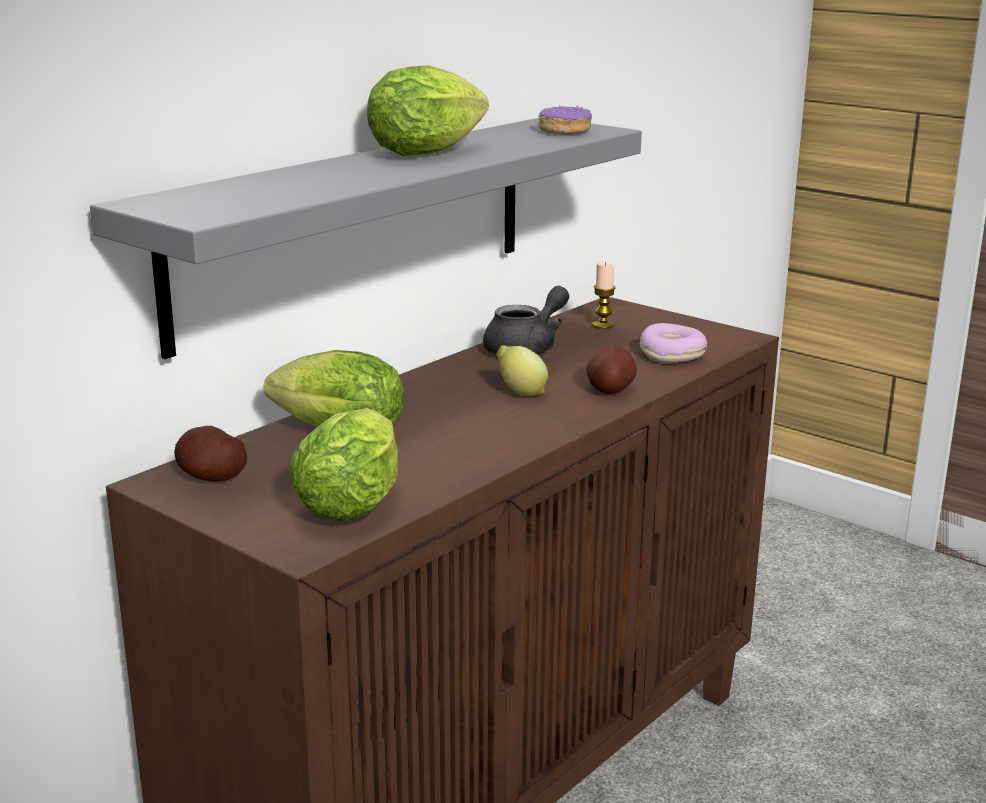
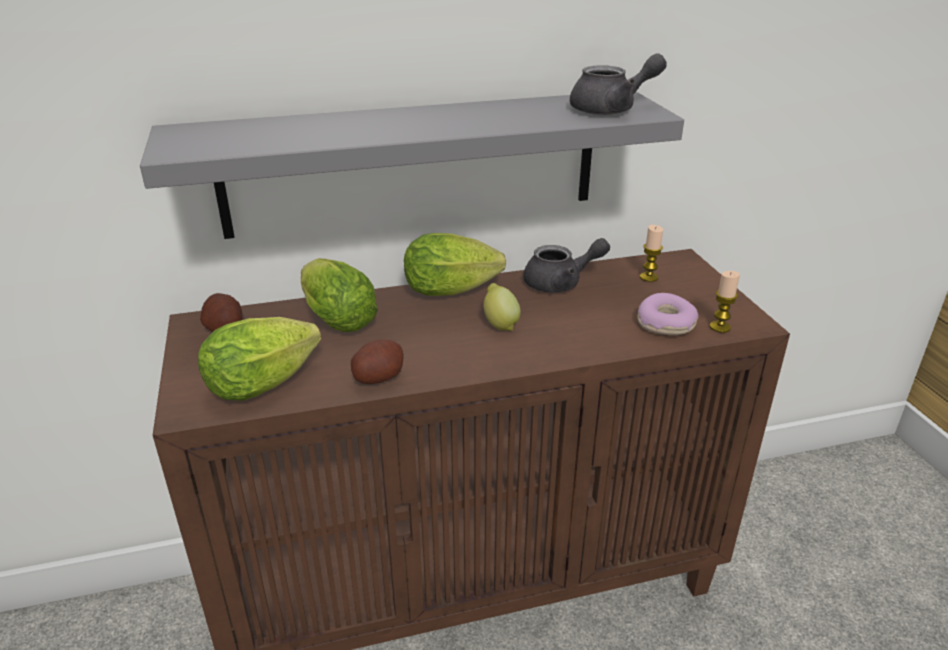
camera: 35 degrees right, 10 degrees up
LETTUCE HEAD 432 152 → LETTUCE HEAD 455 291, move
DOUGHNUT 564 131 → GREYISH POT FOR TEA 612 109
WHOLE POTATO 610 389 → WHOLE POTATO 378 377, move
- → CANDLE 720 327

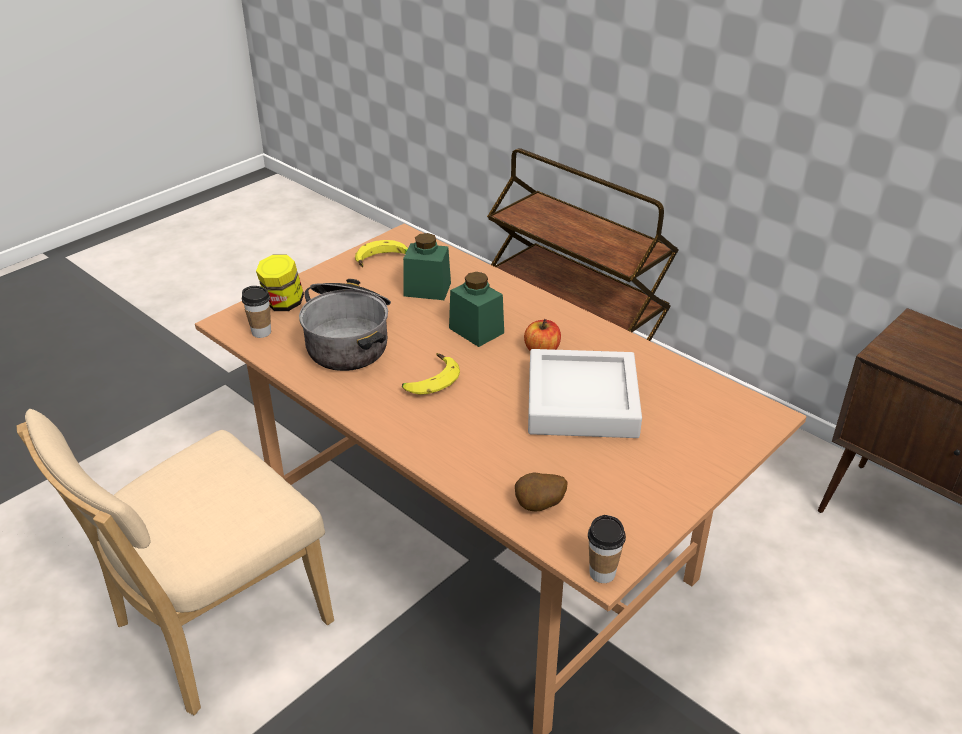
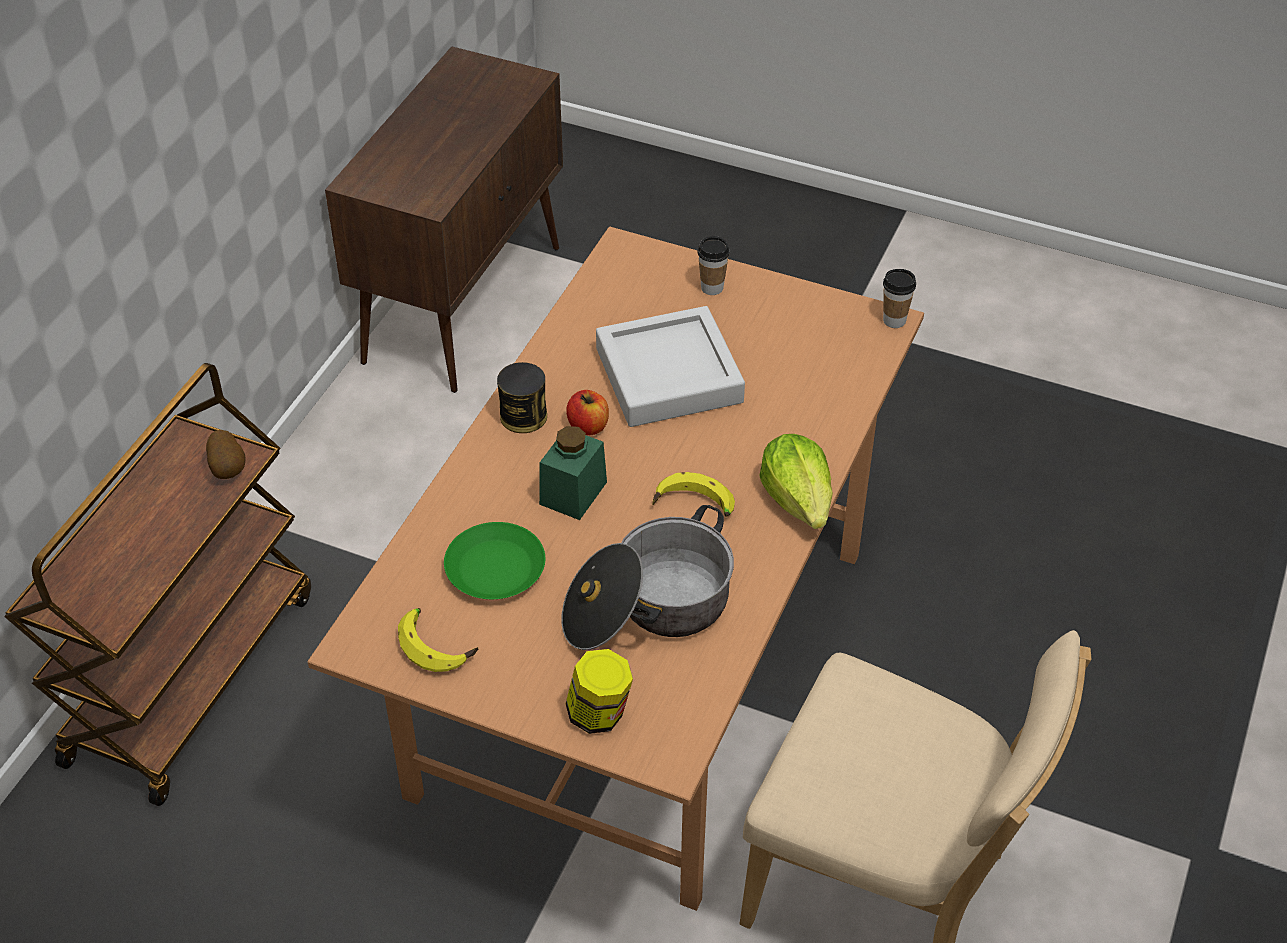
camera: 110 degrees left, 10 degrees up
DRINKING CUP 261 332 → DRINKING CUP 712 288, move
GREEN JAR 427 289 → GREEN PLATE 496 569
WHOLE POTATO 539 507 → WHOLE POTATO 229 469, move
- → CAN 523 416
- → LETTUCE HEAD 799 500

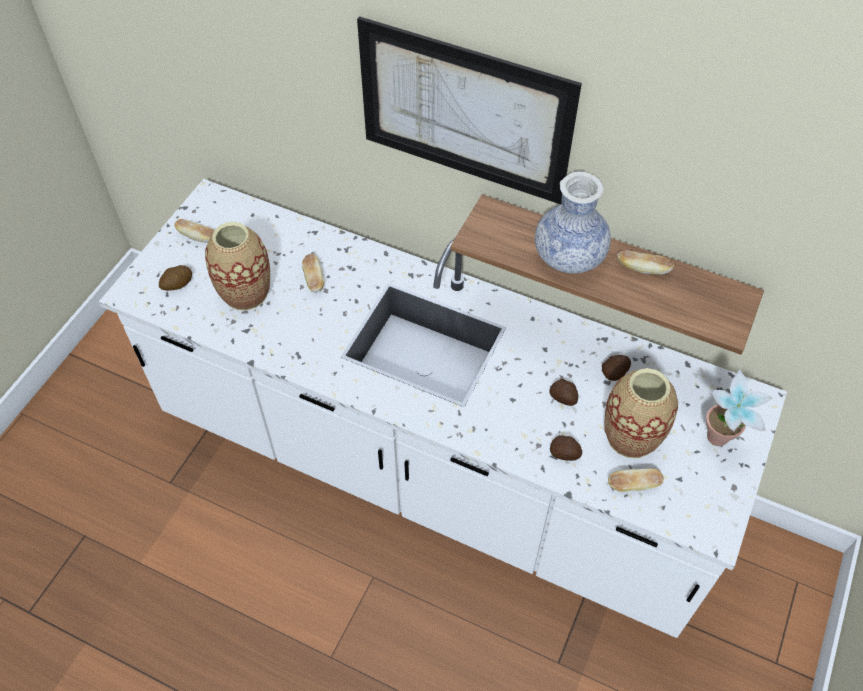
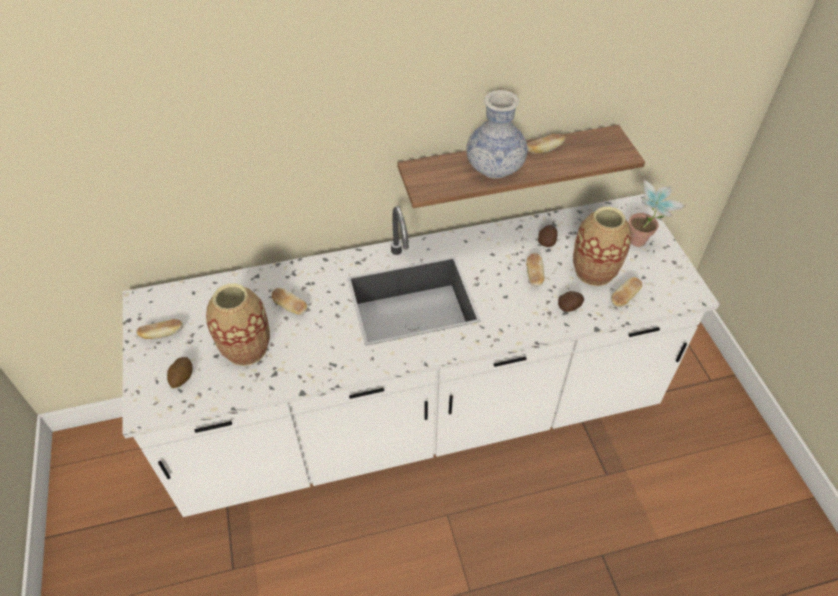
camera: 40 degrees left, 5 degrees down
WALL ART 464 112 → -
WHOLE POTATO 563 398 → BREAD 534 275

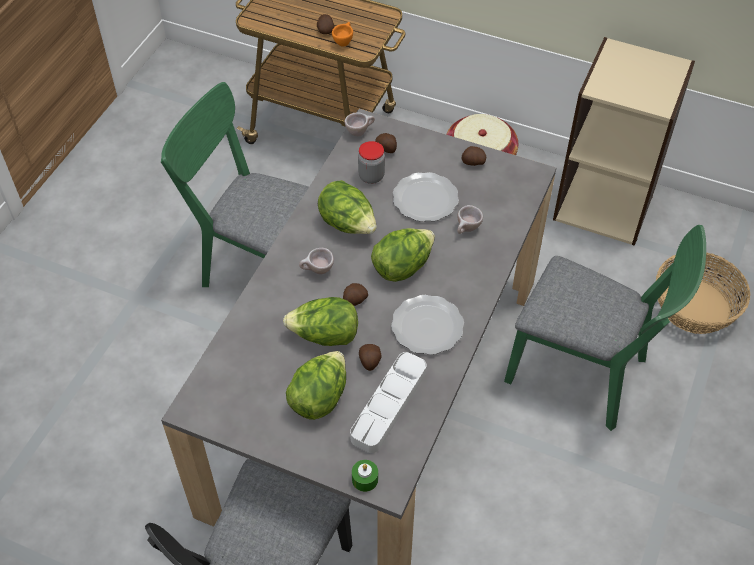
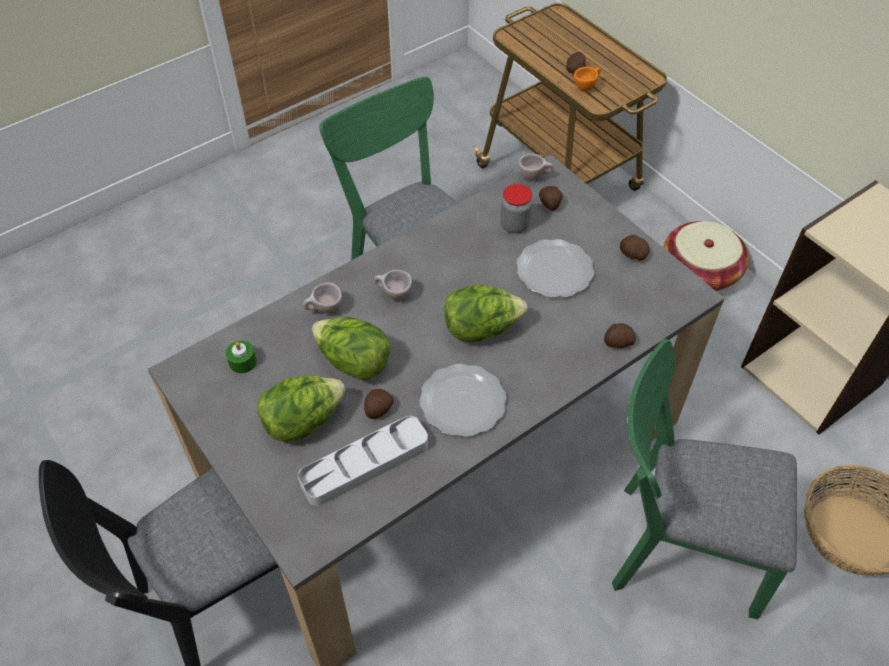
camera: 30 degrees right, 0 degrees up
LETTUCE HEAD 348 224 → -
WHOLE POTATO 354 300 → WHOLE POTATO 617 343, move
GREEN CANDLE 365 479 → GREEN CANDLE 242 362, move
BEIGE-COLOURED DRINKING CUP 467 230 → BEIGE-COLOURED DRINKING CUP 324 310, move
GREEN UPRIGHT CHAIR 586 375 → GREEN UPRIGHT CHAIR 674 547, 135 degrees clockwise

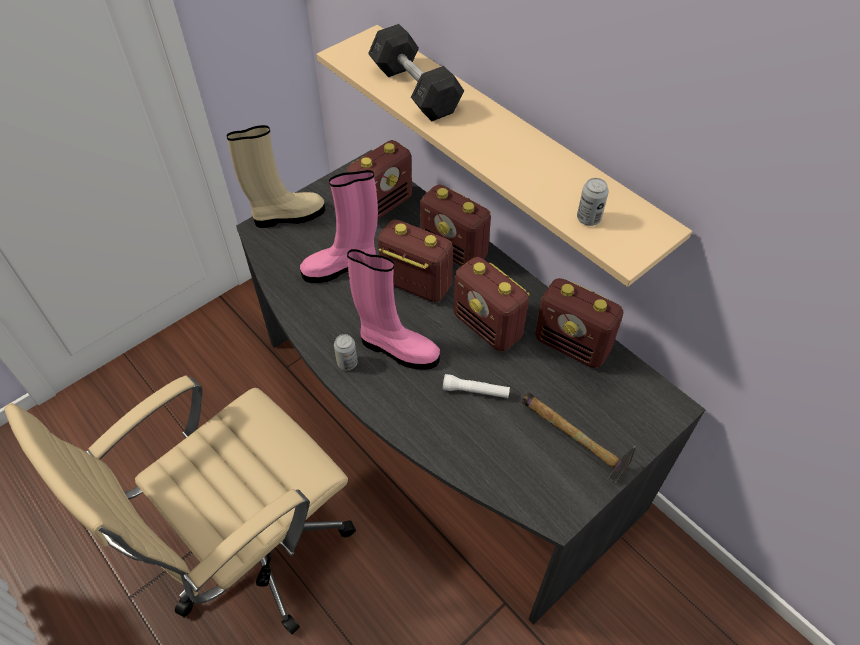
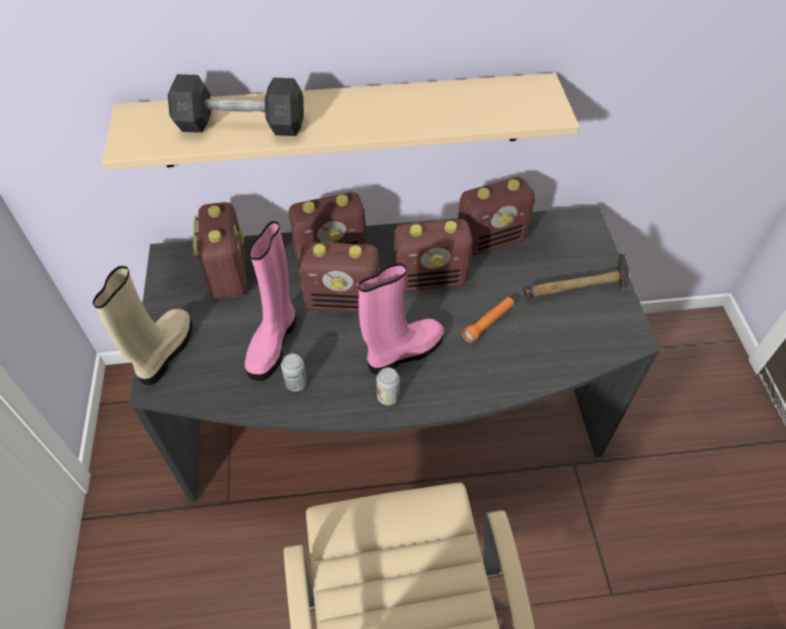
camera: 55 degrees left, 0 degrees up
RADIO RECEIVER 415 284 → RADIO RECEIVER 343 301, 150 degrees counterclockwise
WHITE-COLOURED FLASHLIGHT 476 391 → ORANGE FLASHLIGHT 488 323
CAN 588 219 → CAN 296 383, move

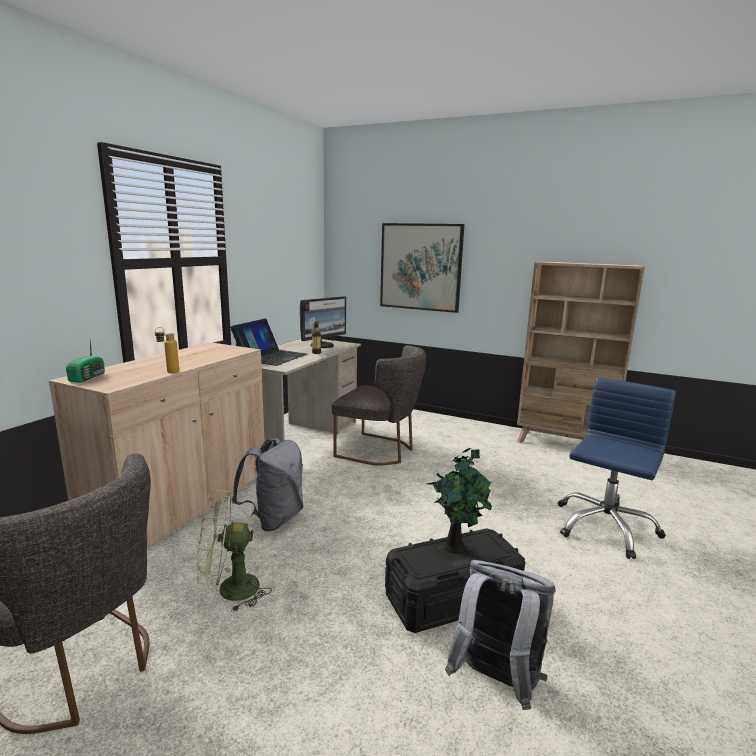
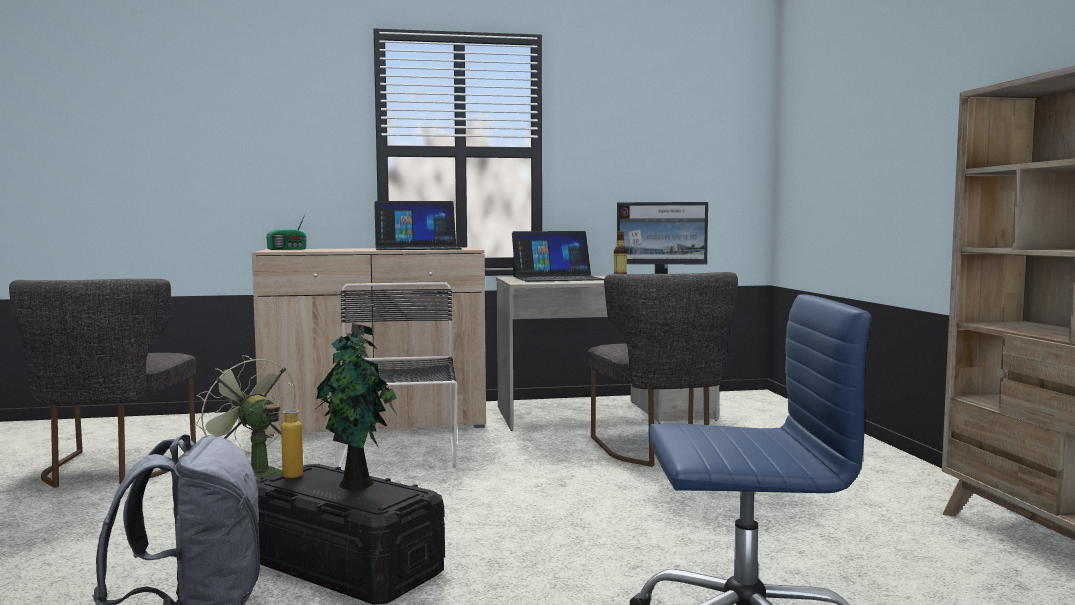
camera: 55 degrees right, 10 degrees down
BOTTLE 168 372 → BOTTLE 284 475, move
GREYISH RUCKSACK 274 519 → BLACK-COLOURED UPRIGHT CHAIR 398 455
WALL ART 420 267 → -
- → LAPTOP 417 248

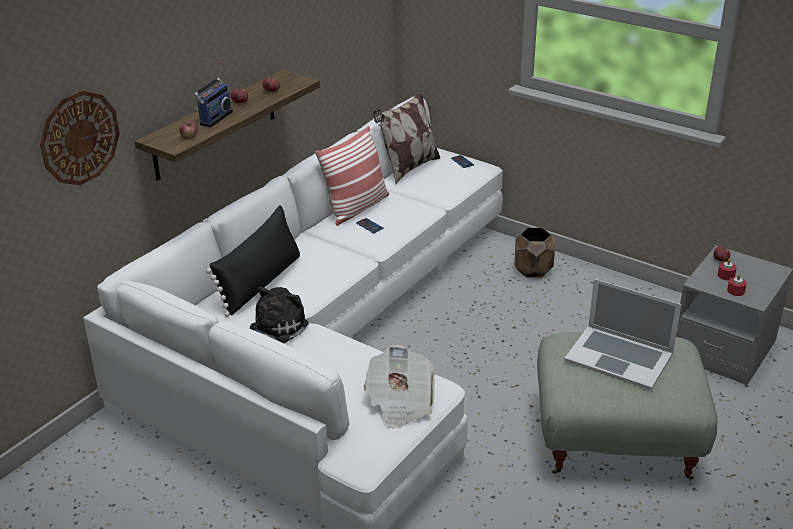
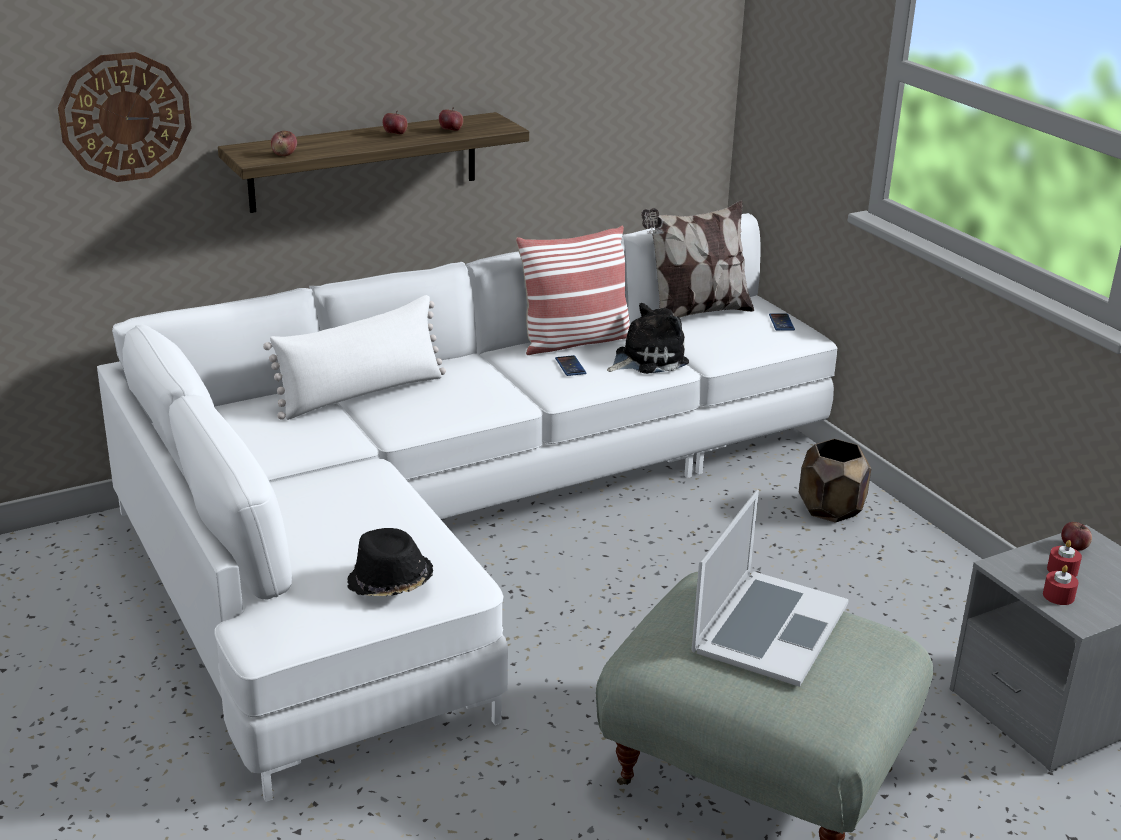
camera: 25 degrees right, 5 degrees down
RADIO RECEIVER 214 118 → -
BLACK-COLOURED PILLOW 260 283 → WHITE-COLOURED PILLOW 362 394
PLUSH TOY 275 328 → PLUSH TOY 646 359, move
PRINTED PAPER 400 402 → BLACK-COLOURED HAT 389 583
LAPTOP 619 357 → LAPTOP 769 627, 120 degrees counterclockwise

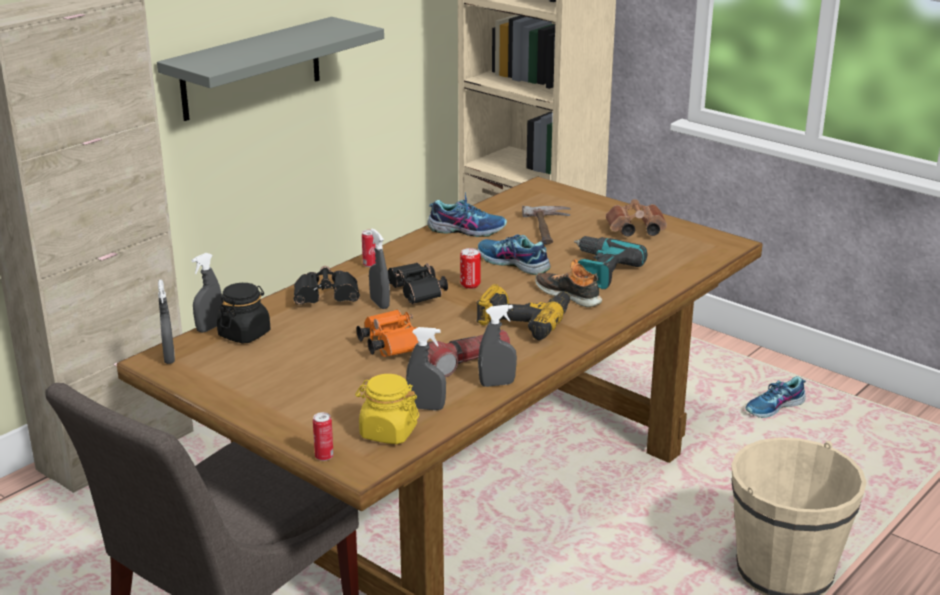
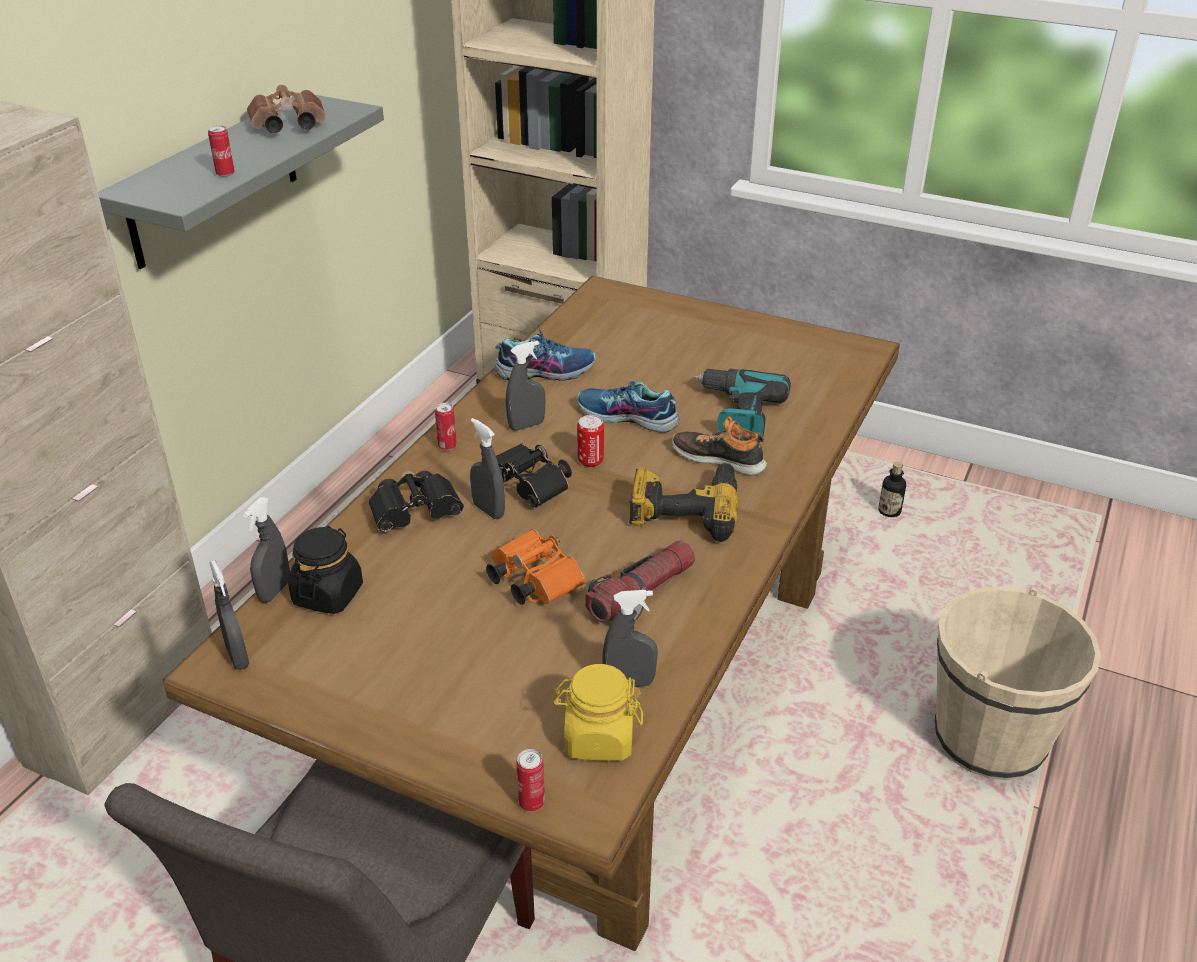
camera: 15 degrees left, 10 degrees up
GREYISH SPRAYER 497 384 → GREYISH SPRAYER 526 425, move
HAND HAMMER 550 229 → -
BROWN BINOCULARS 634 231 → BROWN BINOCULARS 286 127, move
LOW SHOE 775 408 → BOTTLE 889 512
- → CAN 225 174

